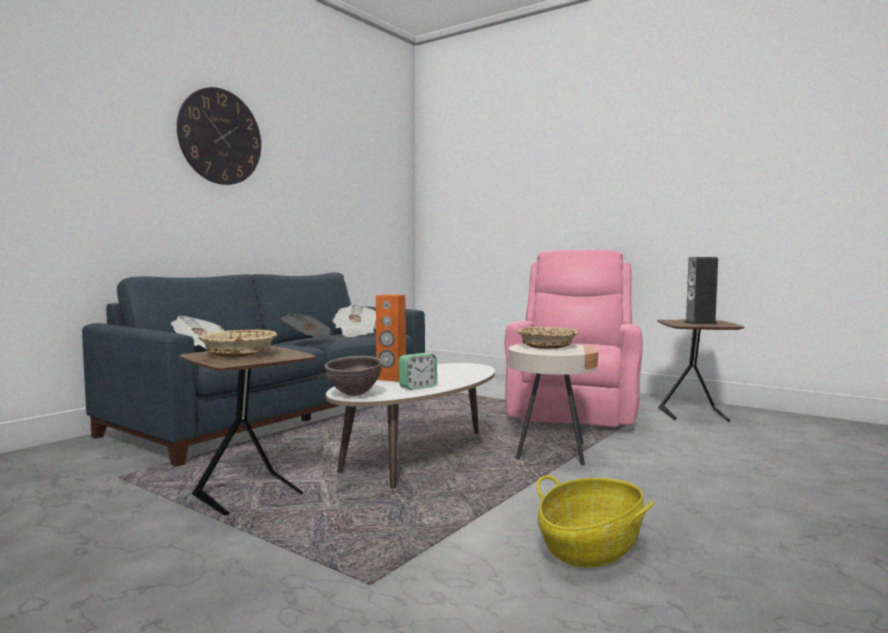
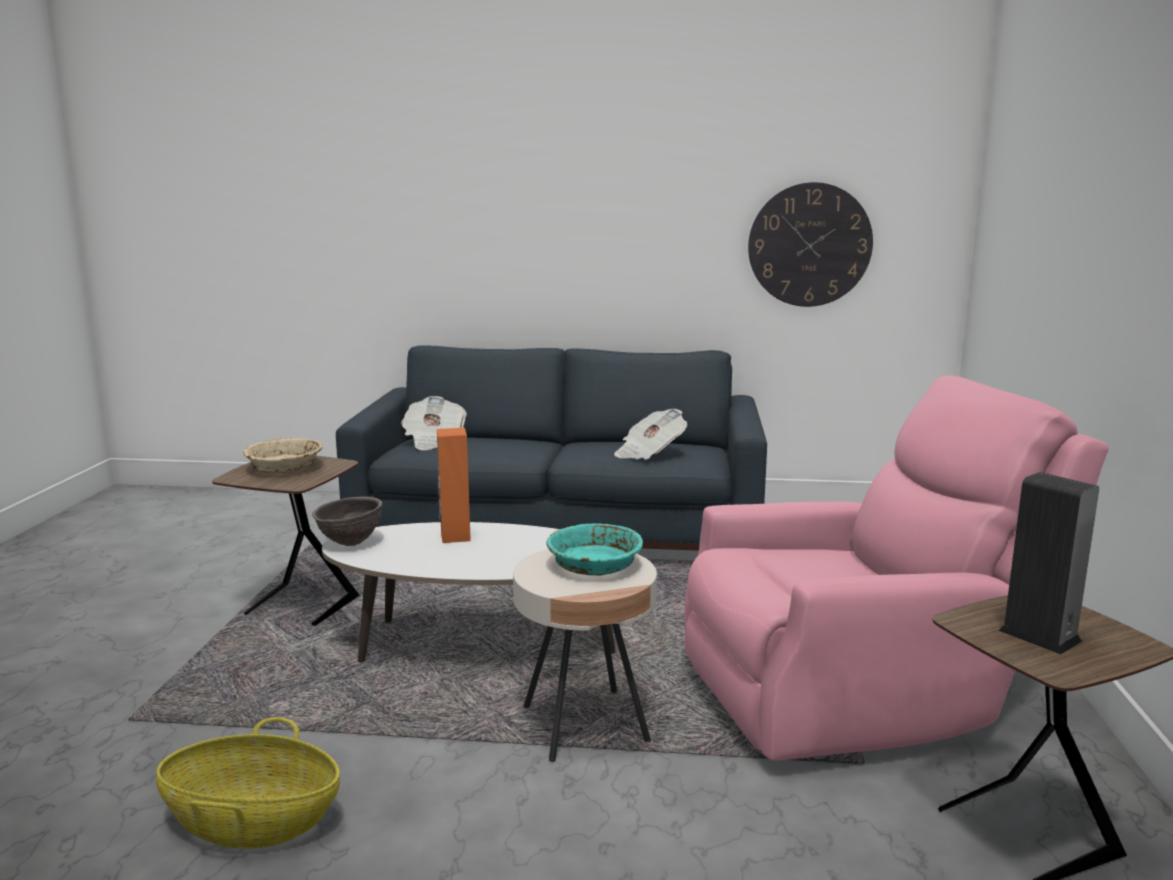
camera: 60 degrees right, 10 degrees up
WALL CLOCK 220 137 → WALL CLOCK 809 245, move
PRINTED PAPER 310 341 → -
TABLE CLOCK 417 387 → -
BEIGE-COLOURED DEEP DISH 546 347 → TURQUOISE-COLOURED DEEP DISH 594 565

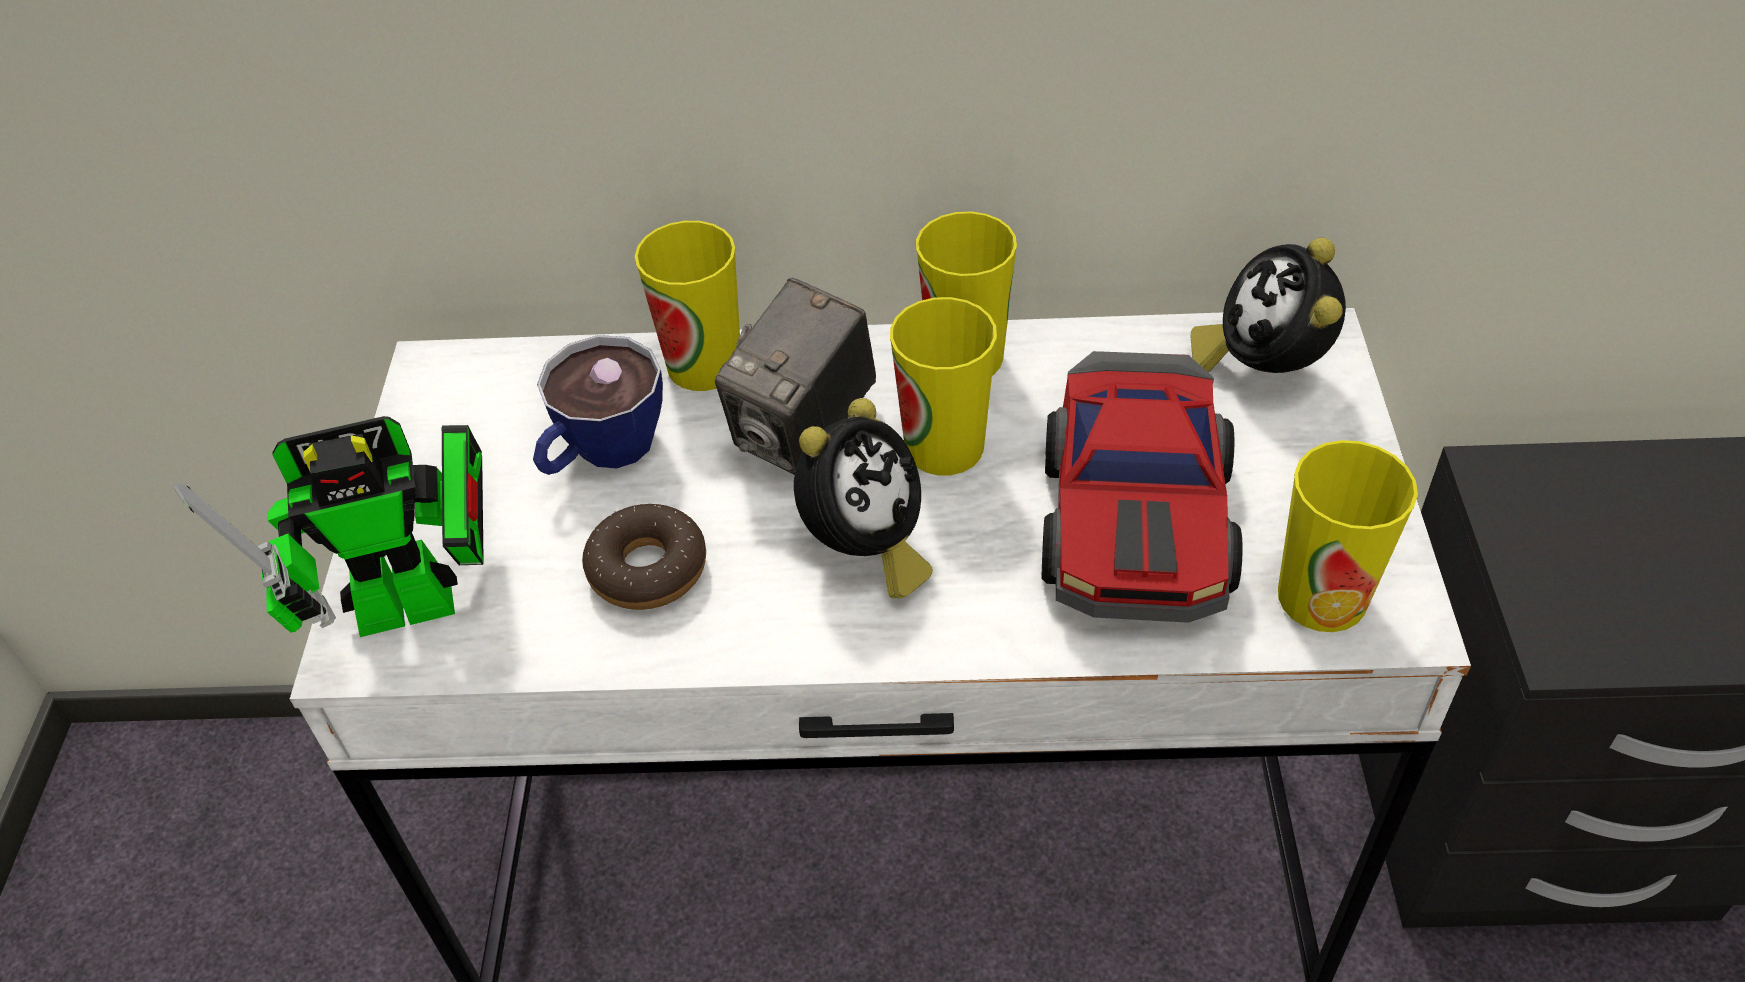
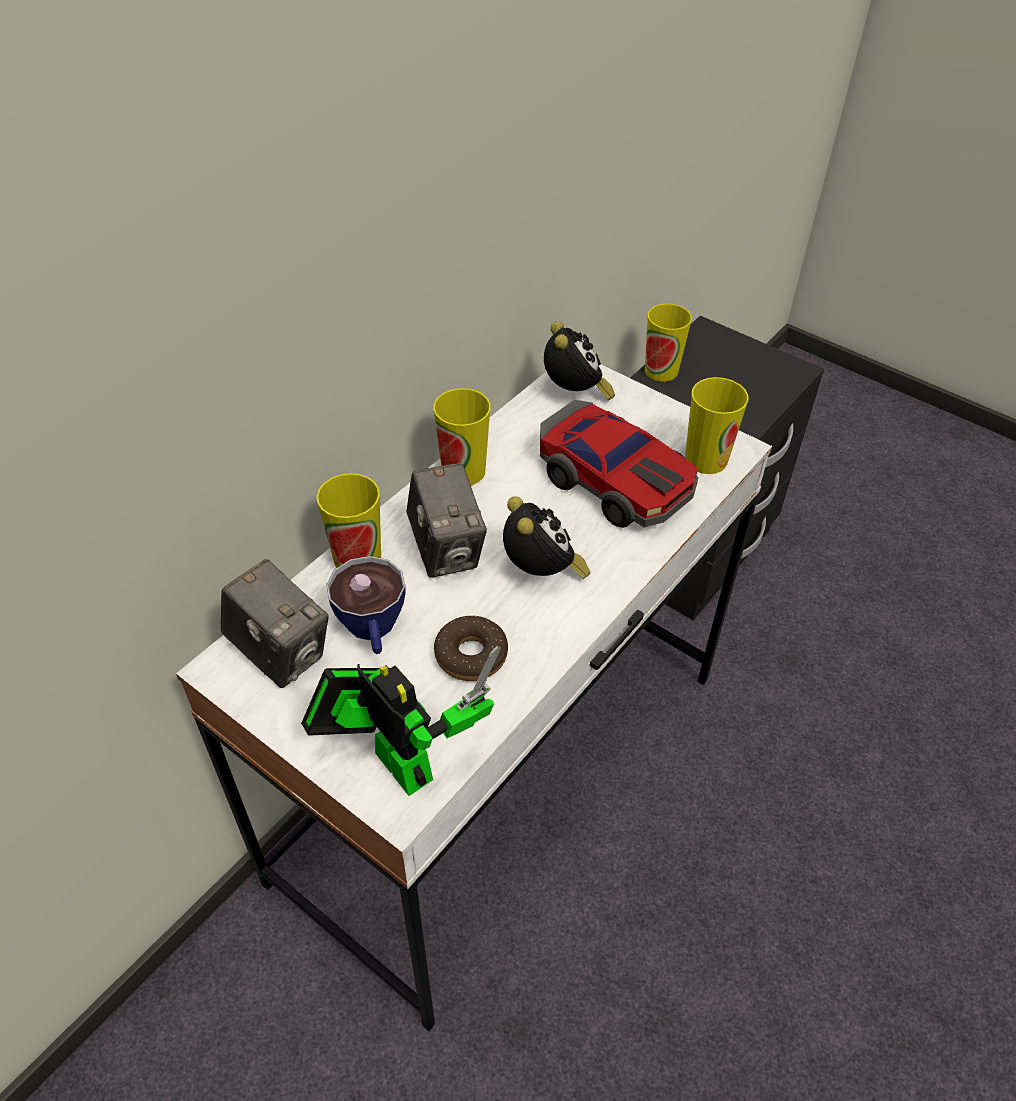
camera: 55 degrees left, 0 degrees up
ROBOT FIGURE 423 604 → ROBOT FIGURE 397 758, 60 degrees counterclockwise
DRINKING CUP 944 446 → DRINKING CUP 661 371, move
TABLE CLOCK 1263 367 → TABLE CLOCK 575 394, 135 degrees counterclockwise
- → STILL CAMERA 281 653

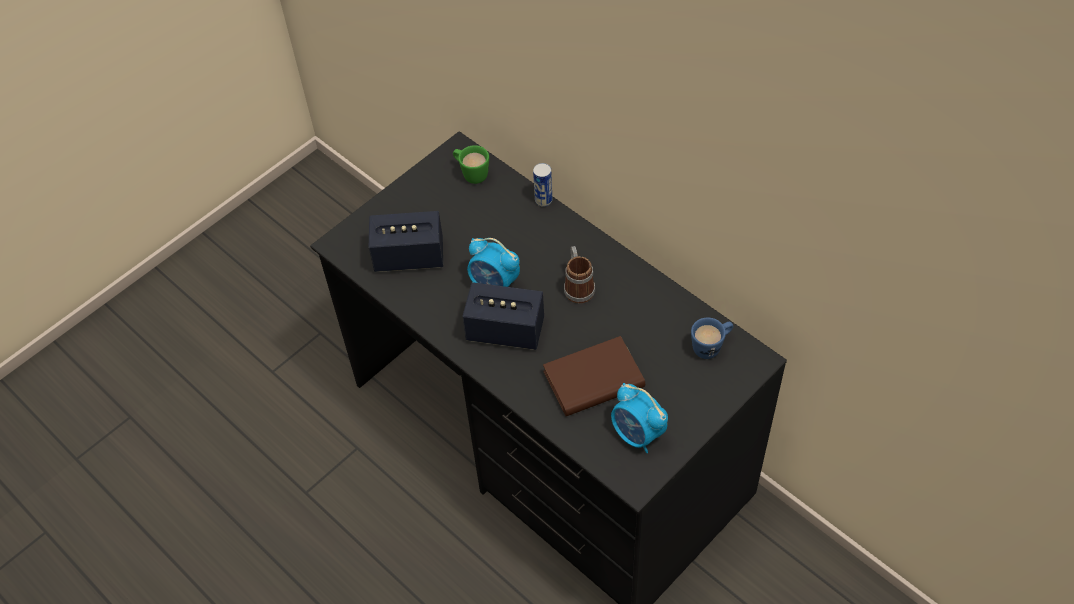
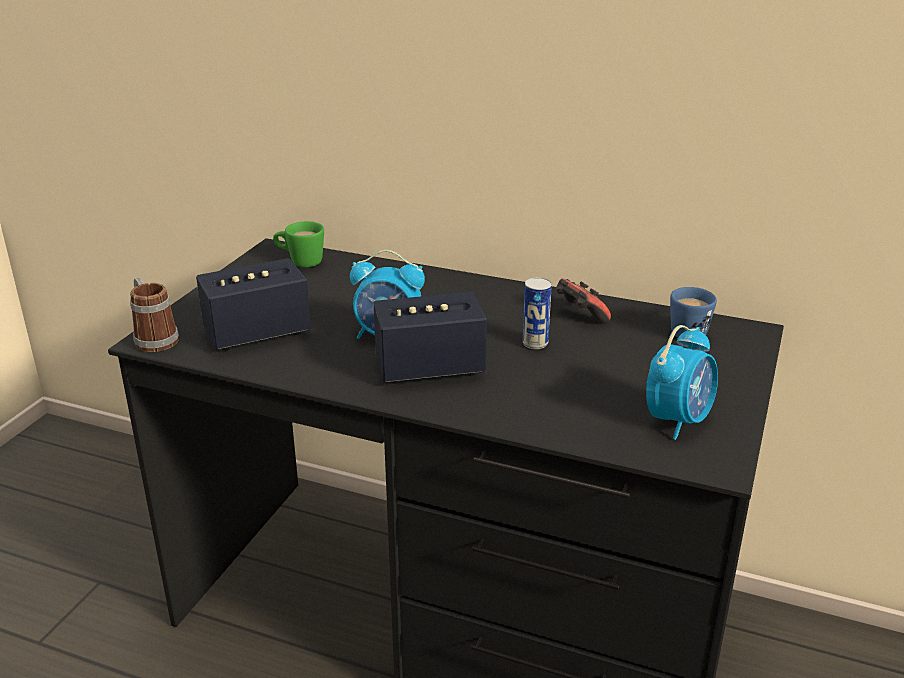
camera: 25 degrees left, 25 degrees down
CAN 543 200 → CAN 535 343, move
BROWN VOLUME 593 380 → -
MUG 578 286 → MUG 153 338, move
TABLE CLOCK 637 434 → TABLE CLOCK 678 420, 75 degrees counterclockwise
- → GAMEPAD 579 316

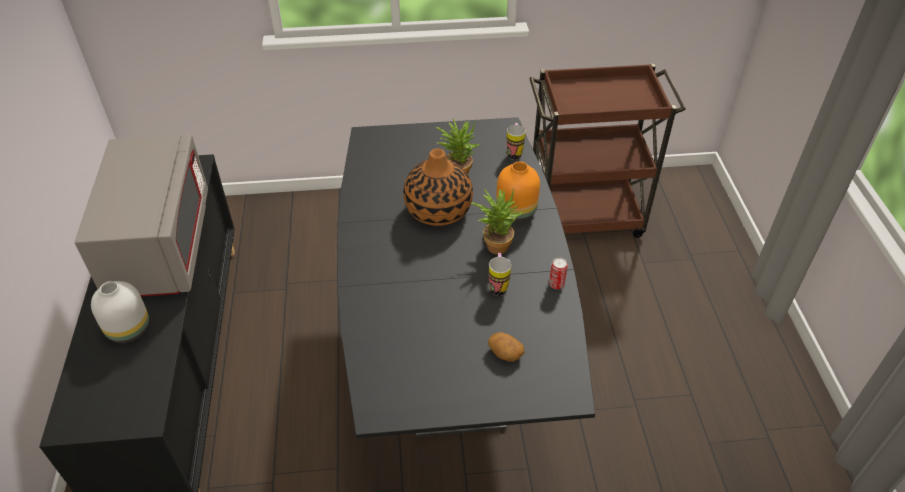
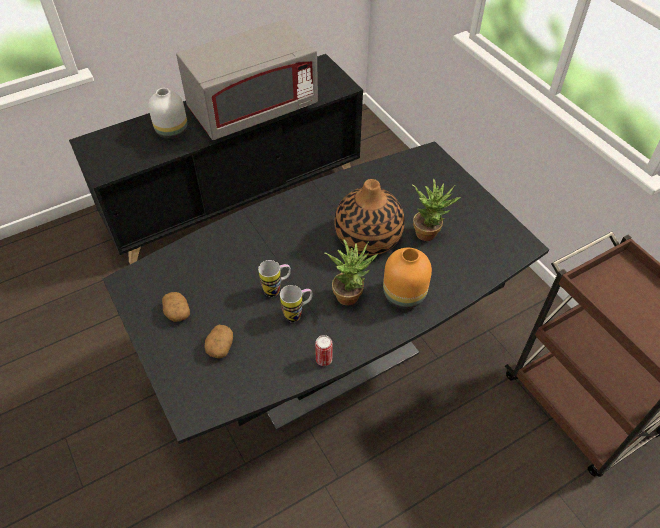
camera: 65 degrees right, 5 degrees up
MUG 514 152 → MUG 277 289, move
- → WHOLE POTATO 177 312

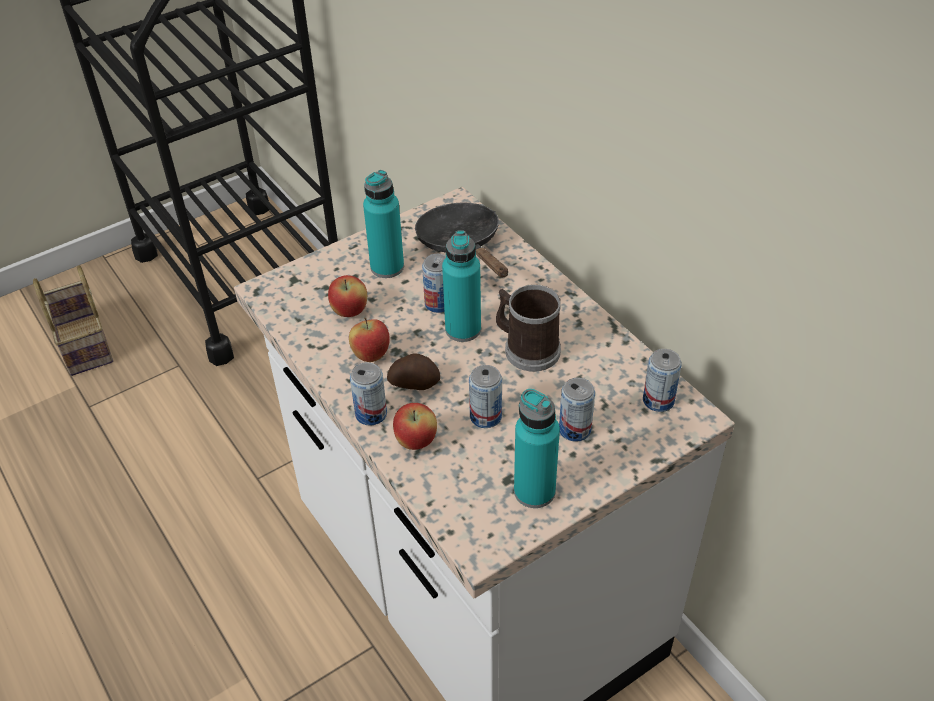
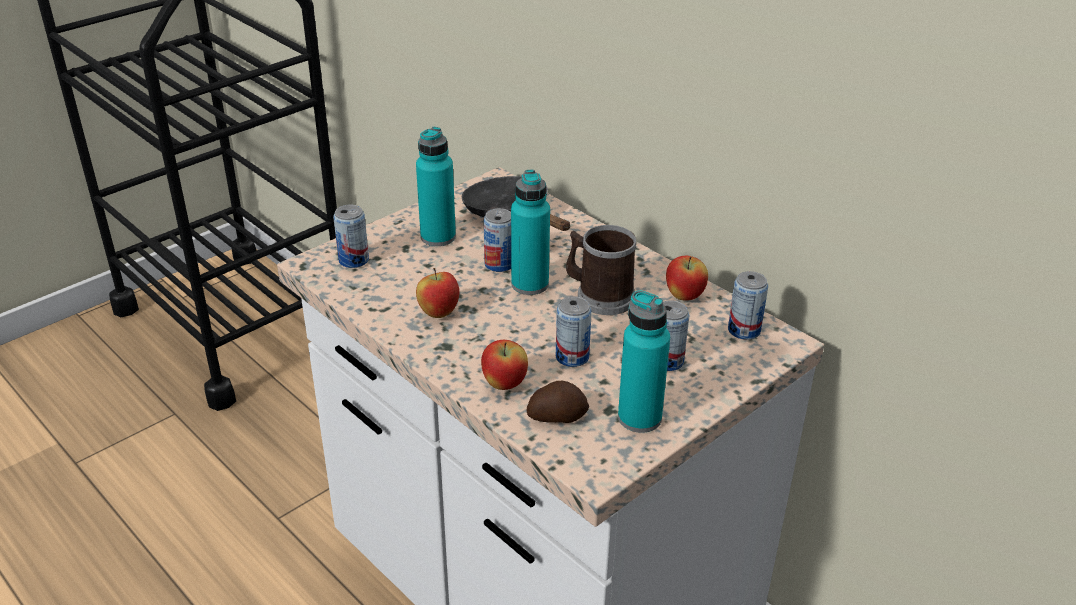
camera: 10 degrees left, 10 degrees down
STORAGE BASKET 86 345 → -
APPLE 350 311 → APPLE 684 296, move
CAN 371 414 → CAN 353 260, move
WHOLE POTATO 414 382 → WHOLE POTATO 557 416, move

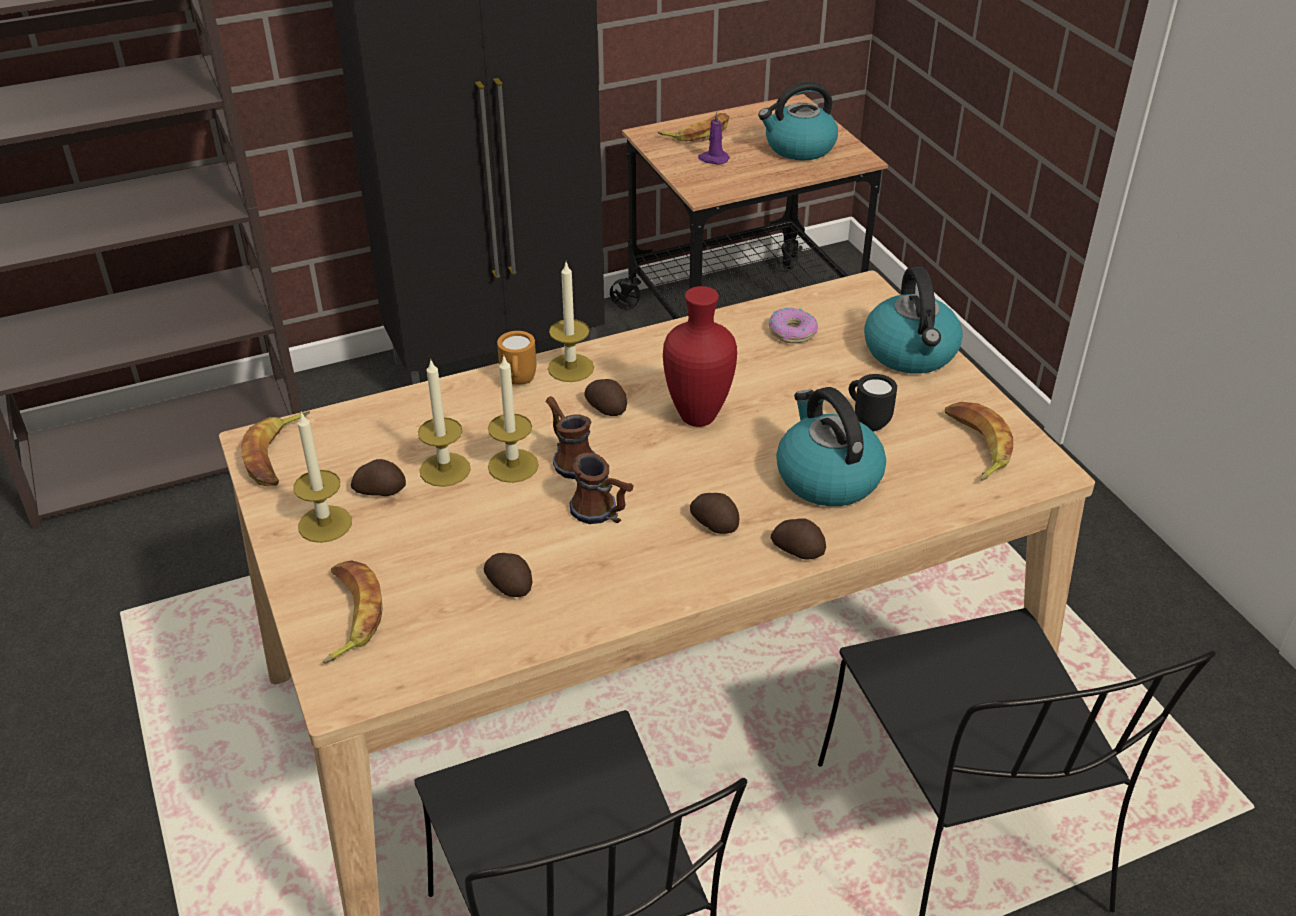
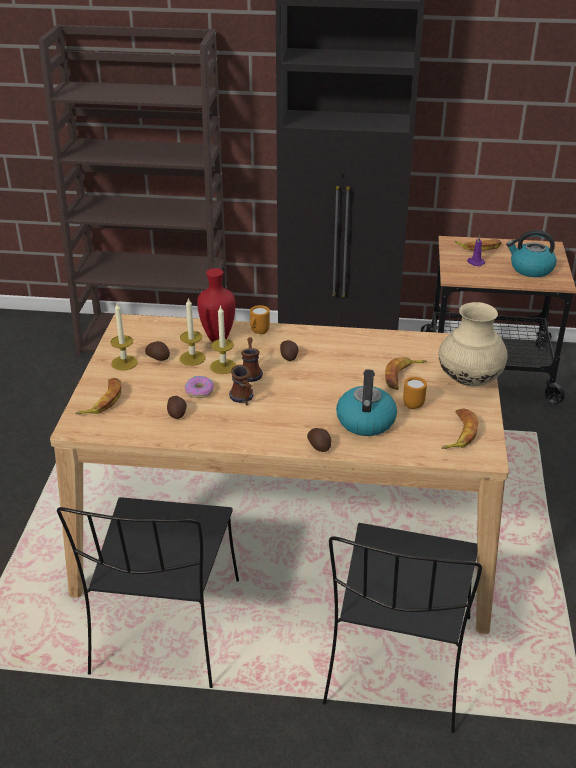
camera: 30 degrees right, 5 degrees down
BANANA 277 455 → BANANA 403 376, move
CANDLE 570 368 → -
REDDISH FLOWER VASE 700 418 → REDDISH FLOWER VASE 218 339, move
WHOLE POTATO 715 523 → -
DOUGHNUT 792 332 → DOUGHNUT 200 391, move
BLACK-COLOURED MUG 867 422 → ORANGE MUG 411 404
WATER KETTLE 911 353 → BEIGE-COLOURED FLOWER VASE 469 380

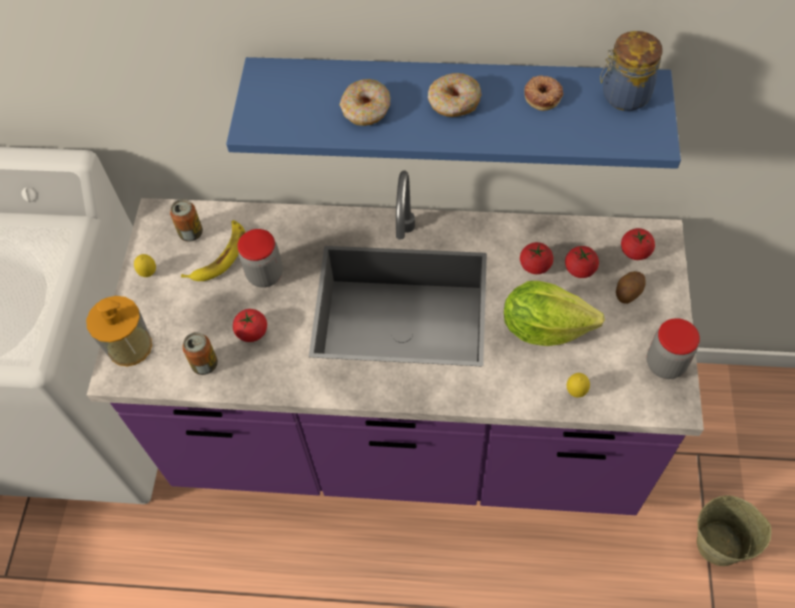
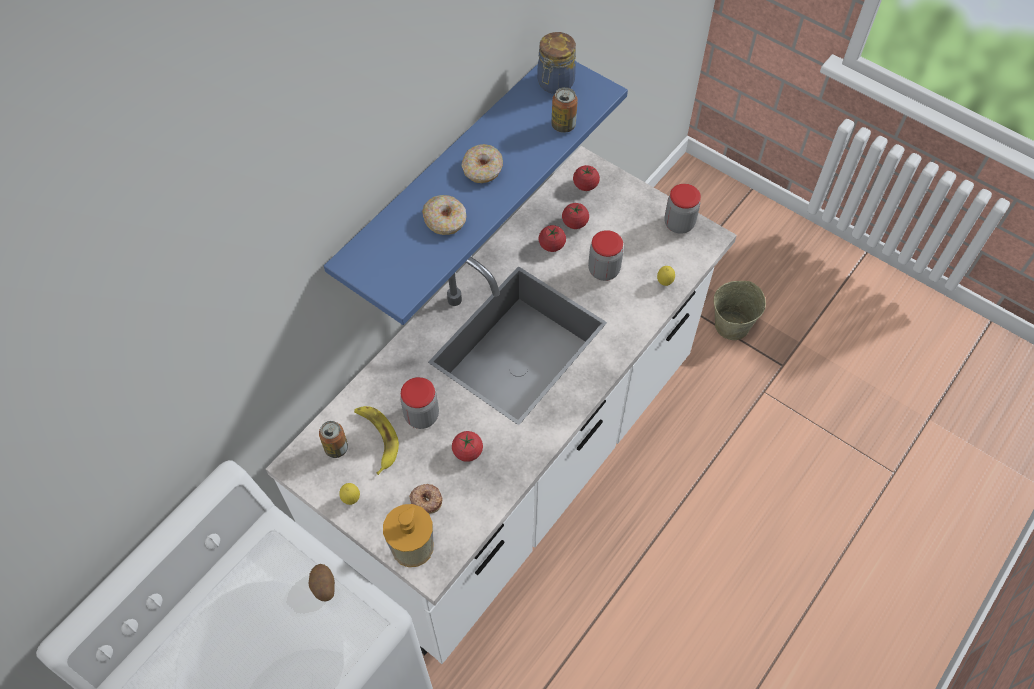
camera: 60 degrees left, 0 degrees up
PURPLISH KITCHEN COUNTER 406 436 → WHITE-COLOURED KITCHEN COUNTER 517 466
CAN 205 364 → CAN 563 125, move
LETTUCE HEAD 544 327 → JAR 604 270
DOUGHNUT 543 95 → DOUGHNUT 426 500, move
WHOLE POTATO 628 292 → WHOLE POTATO 323 586, move

